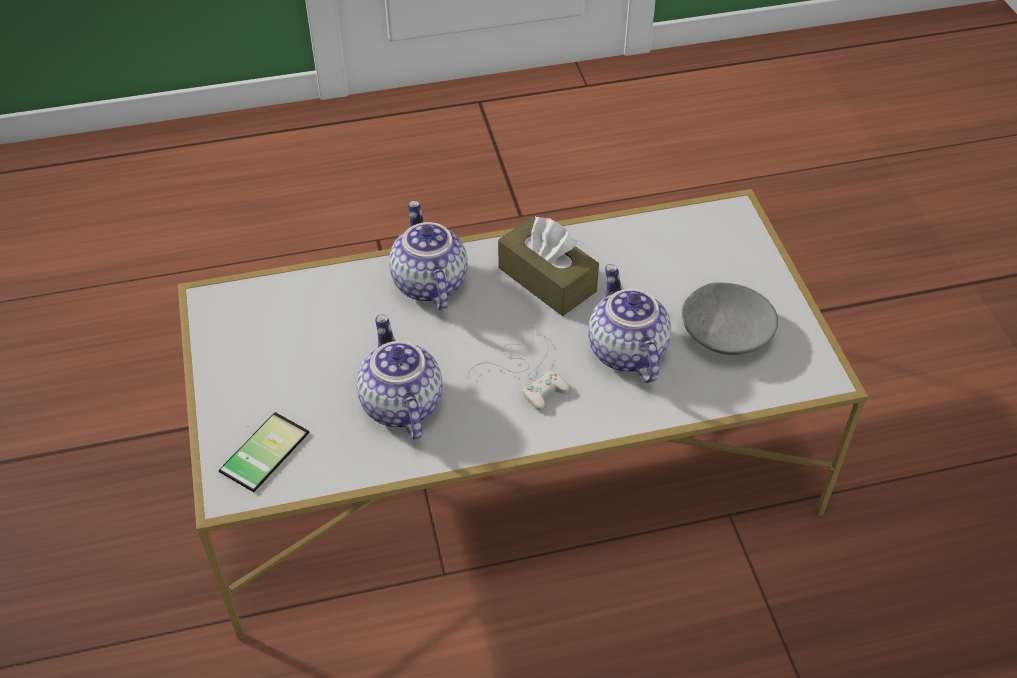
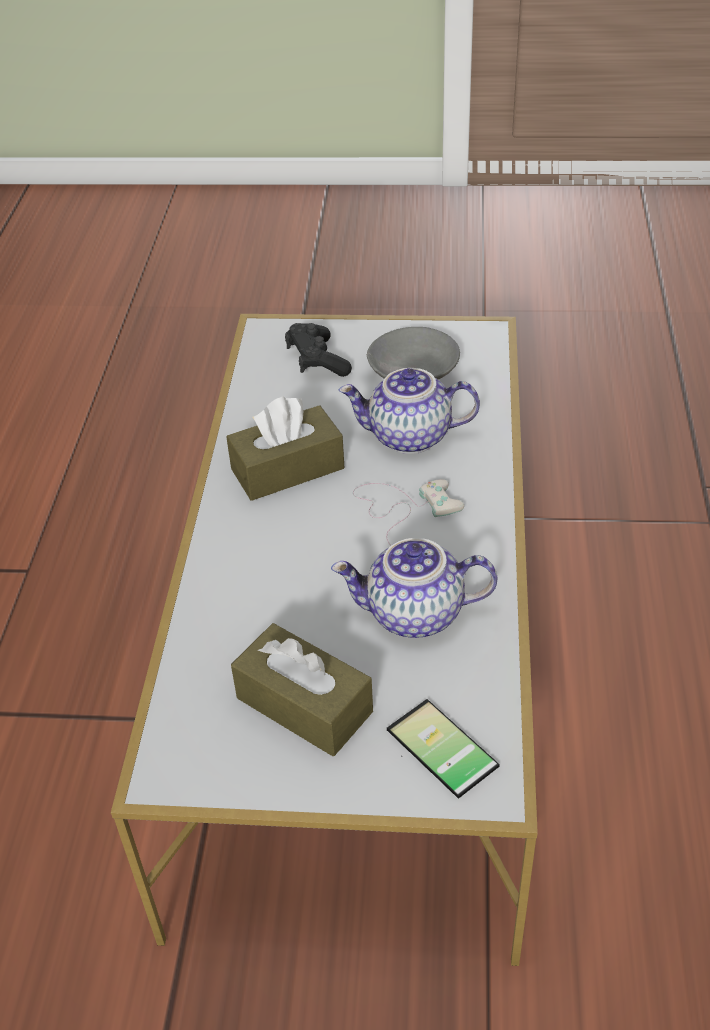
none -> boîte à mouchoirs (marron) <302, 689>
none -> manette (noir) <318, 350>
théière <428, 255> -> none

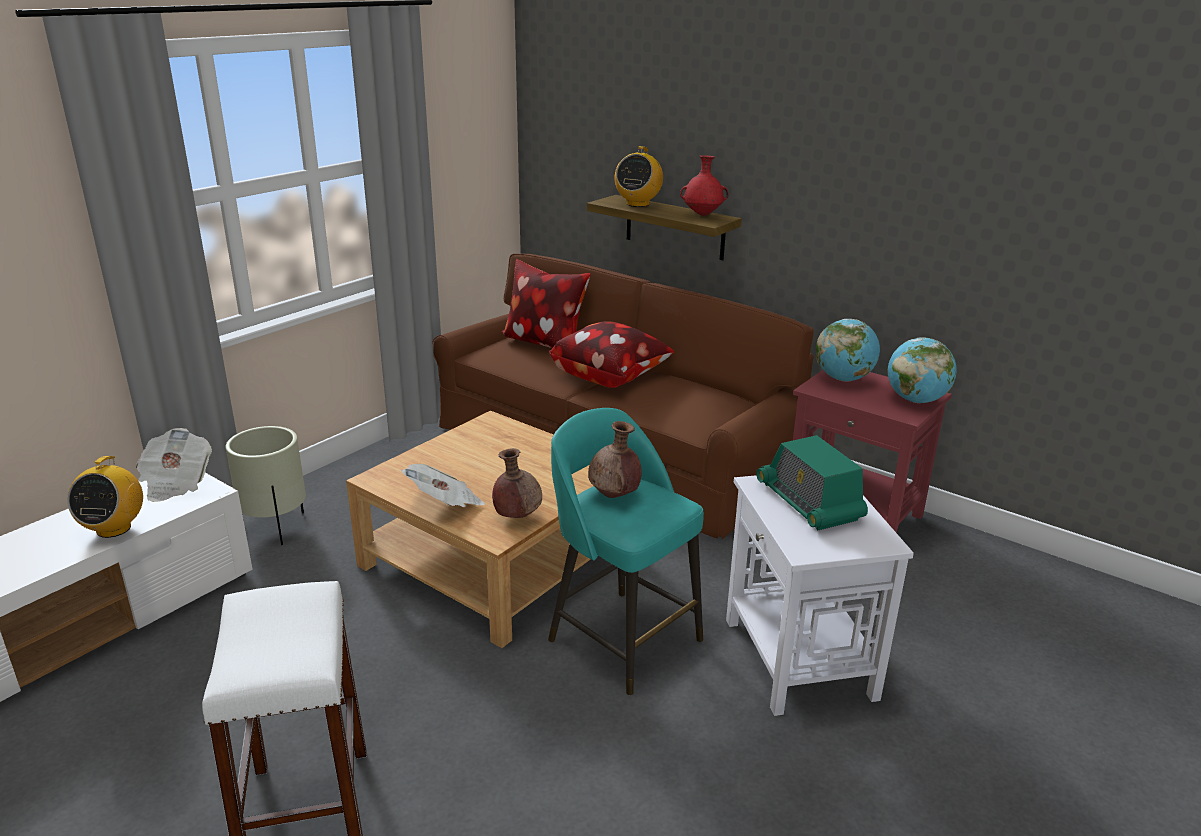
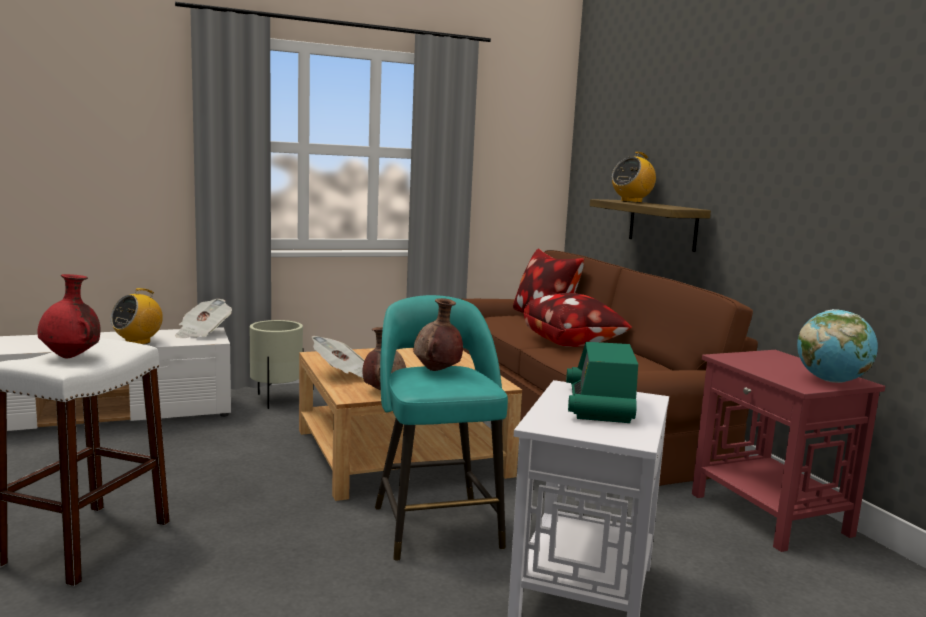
vase (rouge) <704, 185> -> vase (rouge) <69, 316>, move
globe <848, 350> -> none

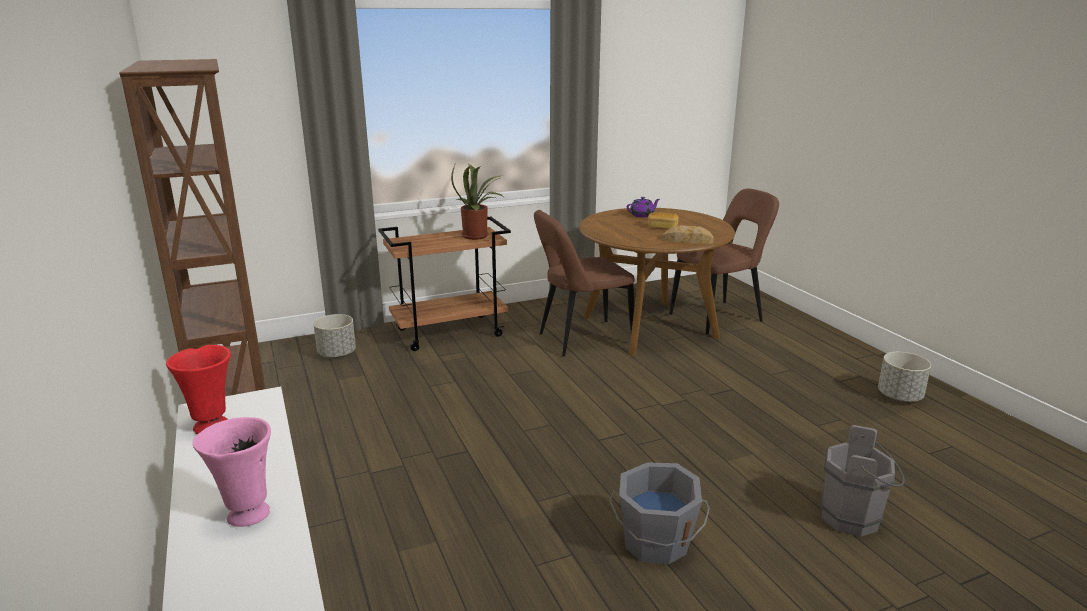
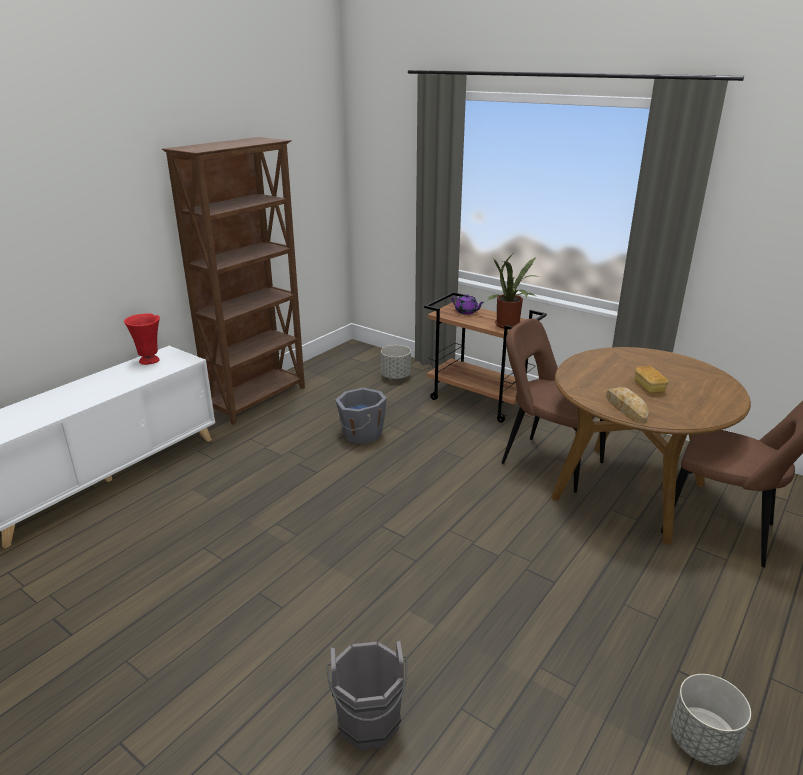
seau (gris) <659, 513> -> seau (gris) <361, 415>, move
théière (violet) <643, 207> -> théière (violet) <468, 304>, move
vase (rose) <232, 472> -> none

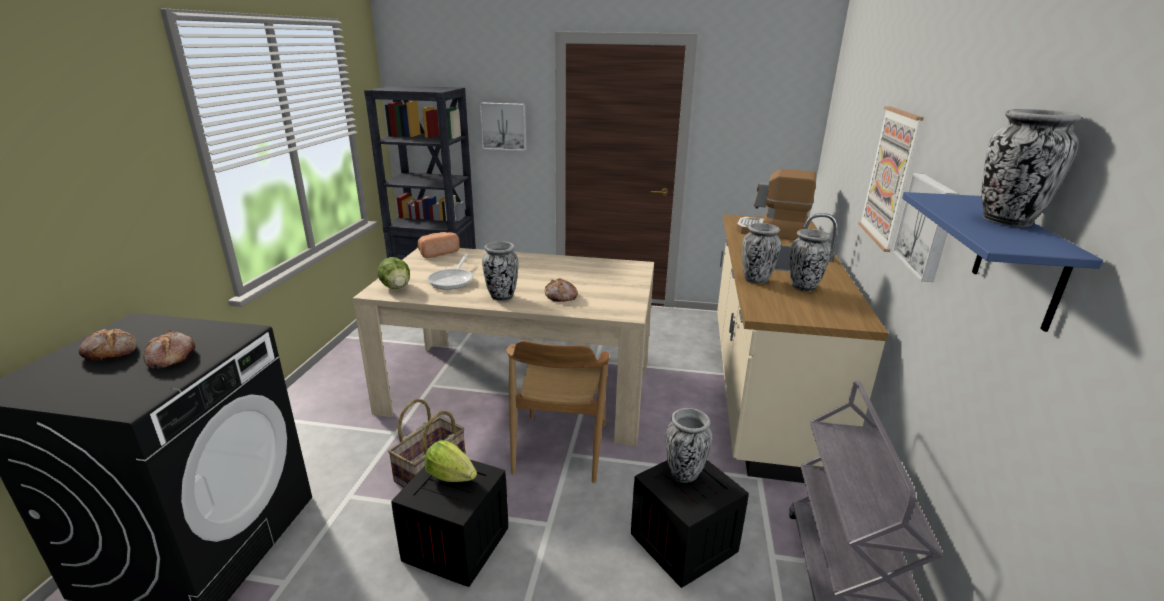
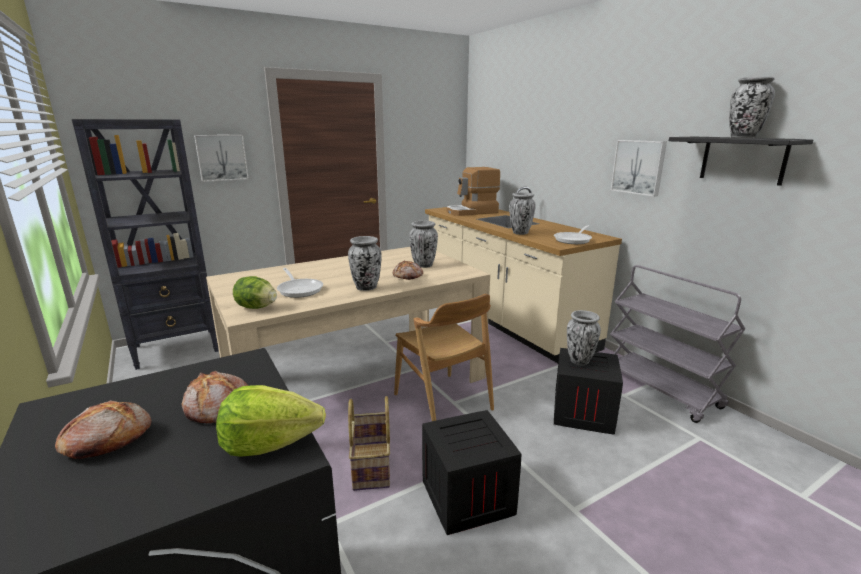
laitue <451, 461> -> laitue <271, 421>, move
vase <810, 260> -> vase <423, 244>, move
none -> poêle <573, 234>
étagère (bleu) <1002, 262> -> étagère (noir) <741, 161>
pain <438, 245> -> none
tableau <891, 179> -> none

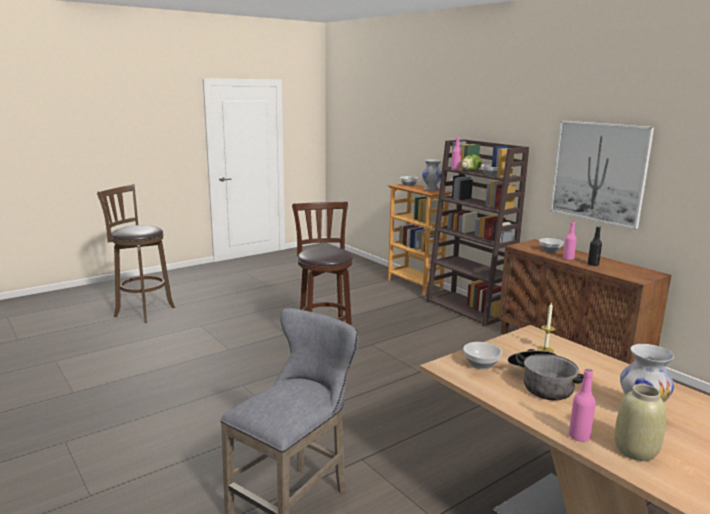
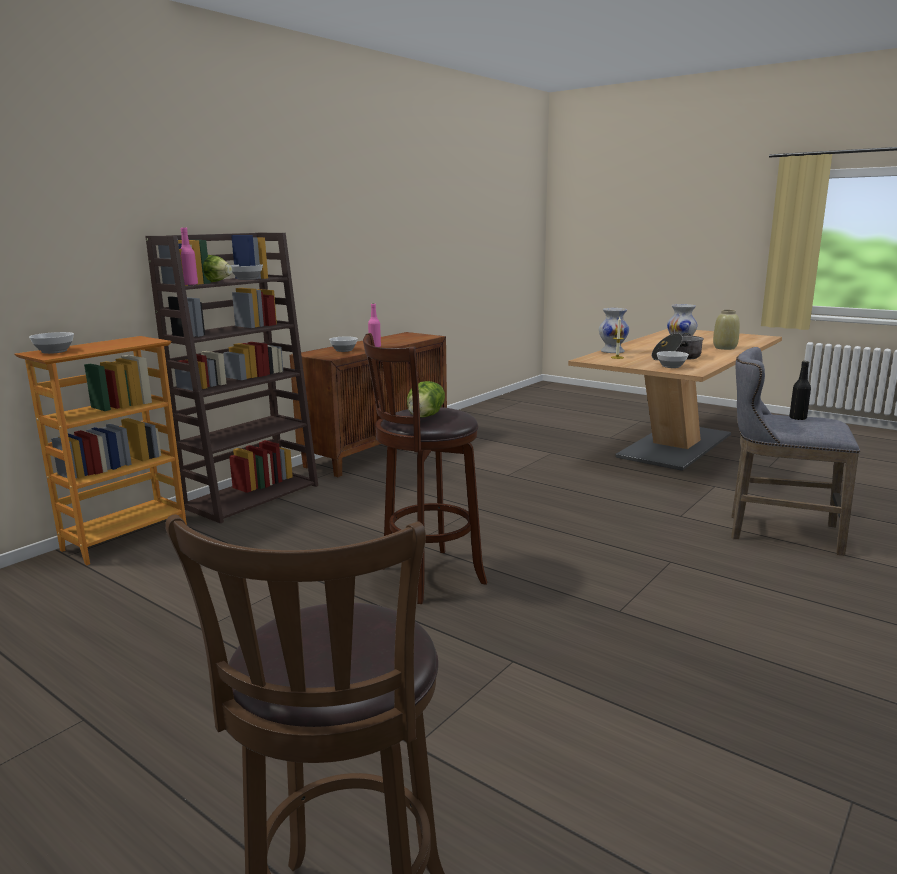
none -> laitue <426, 399>
vase (blanc) <432, 175> -> vase (blanc) <614, 330>, move
bouteille (noir) <595, 246> -> bouteille (noir) <800, 390>, move
tableau <602, 175> -> none
bouteille (rose) <582, 405> -> none

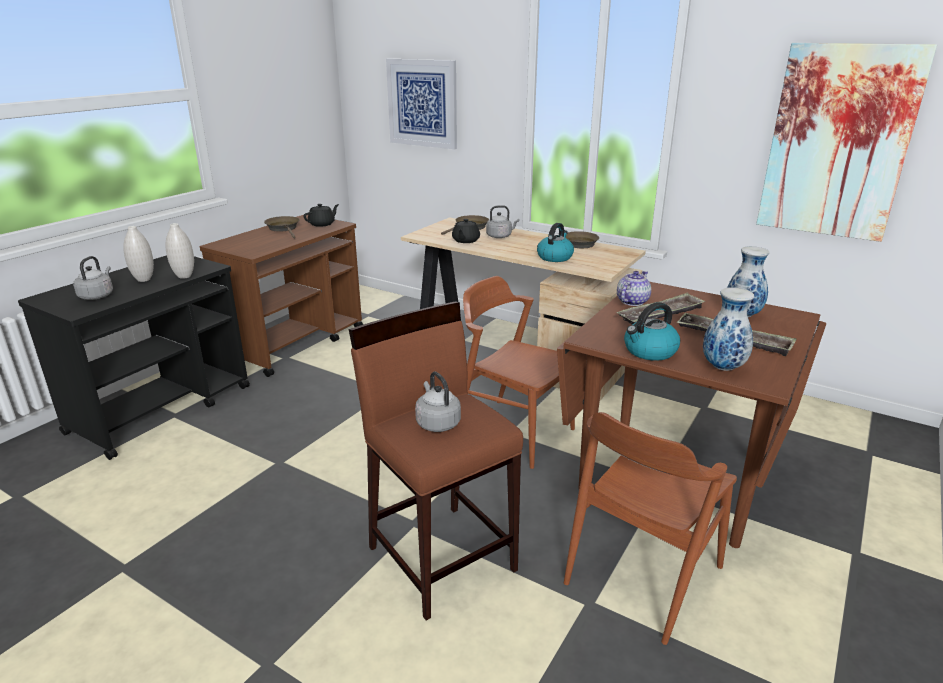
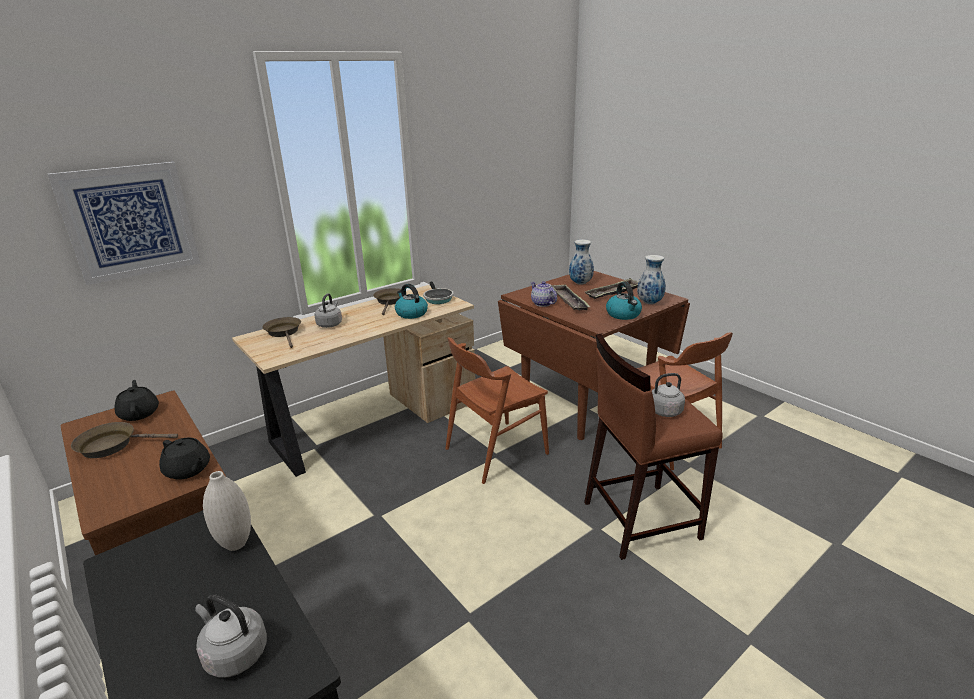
théière (noir) <466, 231> -> théière (noir) <184, 458>, move
none -> poêle <438, 293>
vase (blanc) <138, 254> -> none
tableau <846, 142> -> none

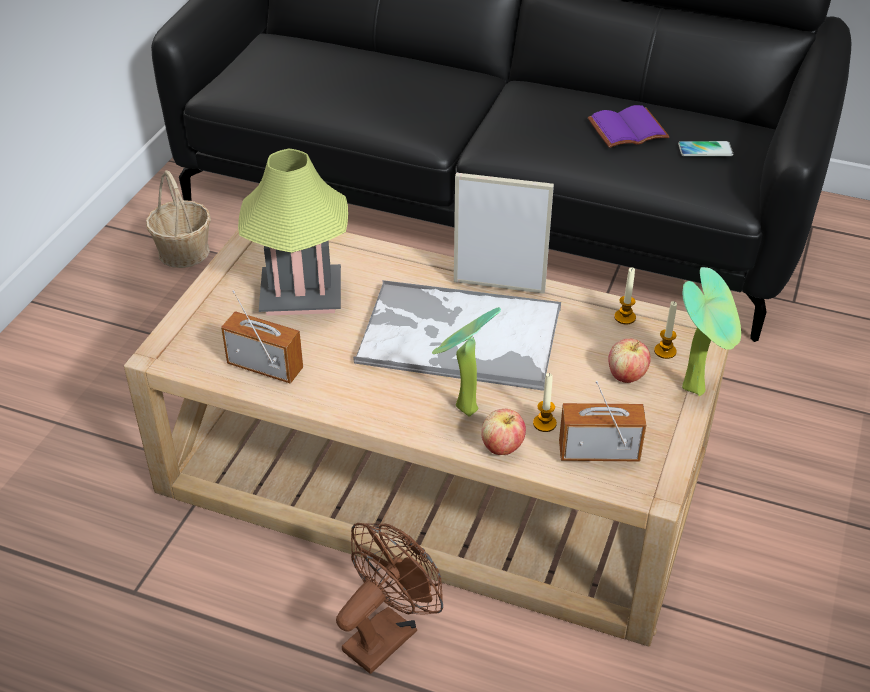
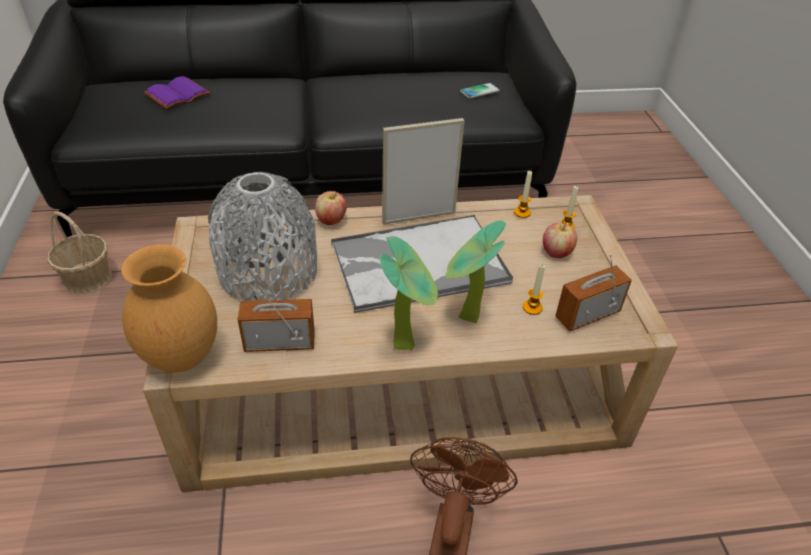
none -> vase (marron) <169, 308>
livre (violet) <629, 126> -> livre (violet) <177, 92>, move
lampe de table <293, 232> -> vase (gris) <262, 236>
pomme <503, 432> -> pomme <331, 208>, move
plante en pot <711, 331> -> plante en pot <409, 293>, move

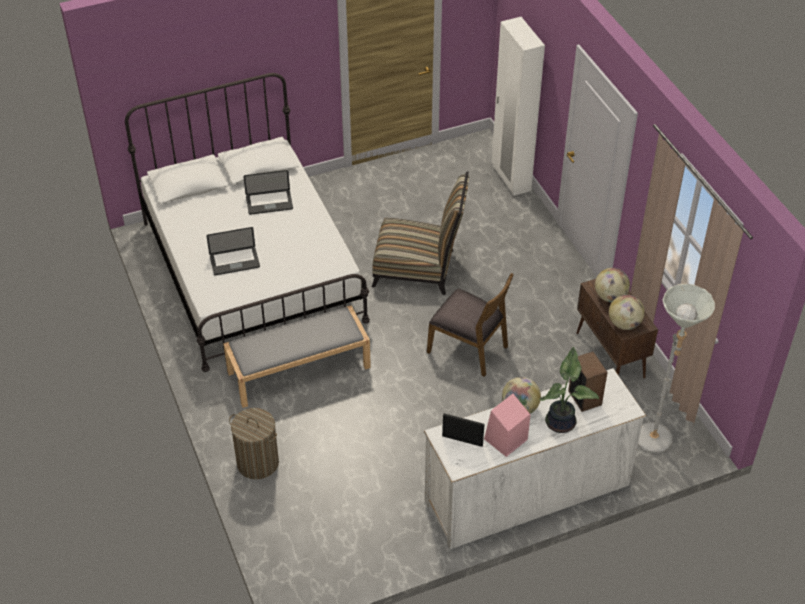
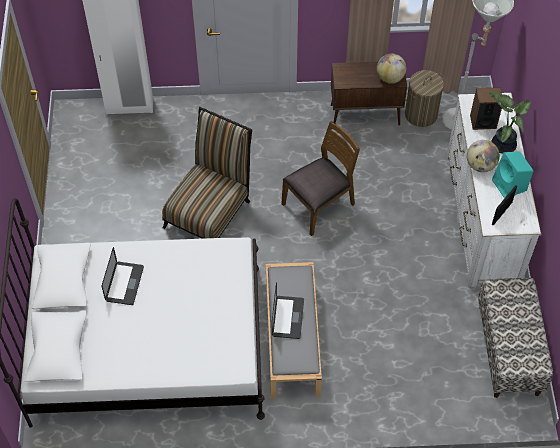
ordinateur portable <233, 251> -> ordinateur portable <288, 310>, move
panier à linge <254, 443> -> panier à linge <424, 98>, move
none -> banc <515, 338>
enceinte (rose) <507, 425> -> enceinte (turquoise) <512, 175>
globe <612, 285> -> none

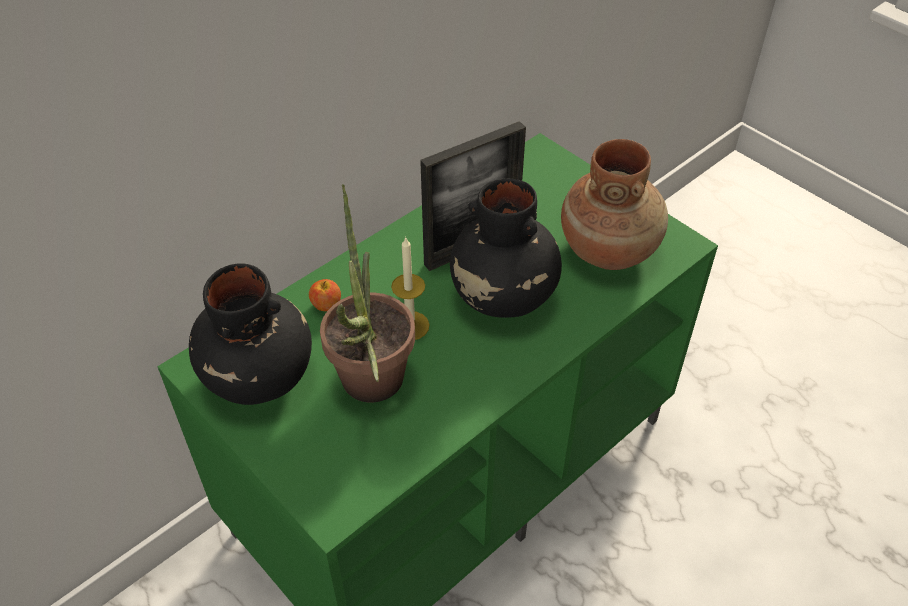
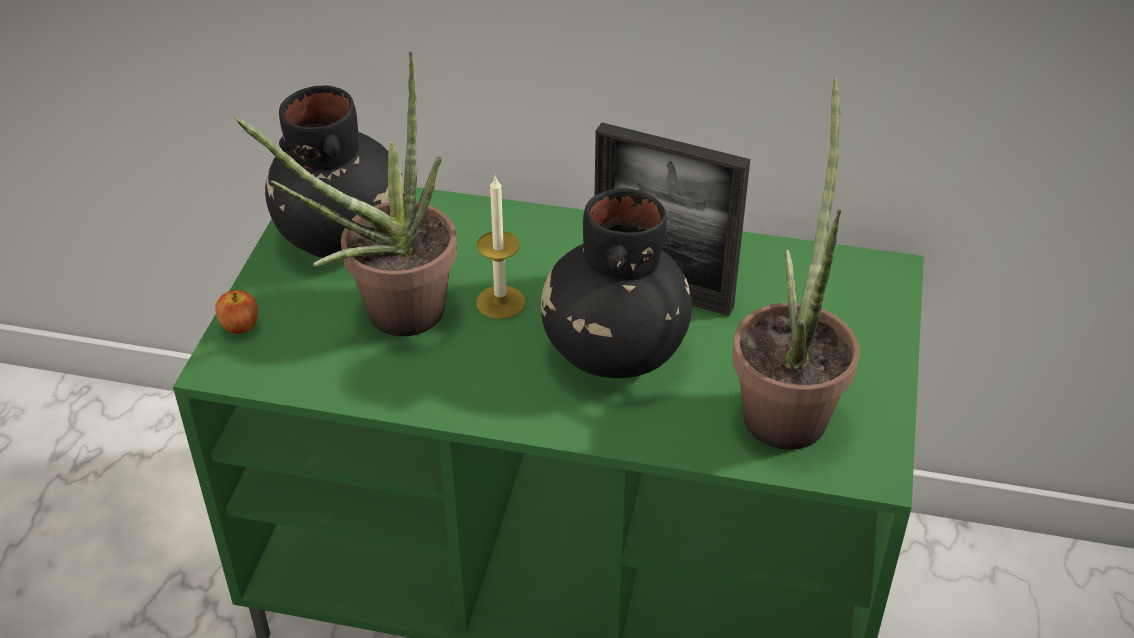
pomme <325, 295> -> pomme <236, 312>, move
vase (marron) <614, 204> -> plante en pot <796, 263>

